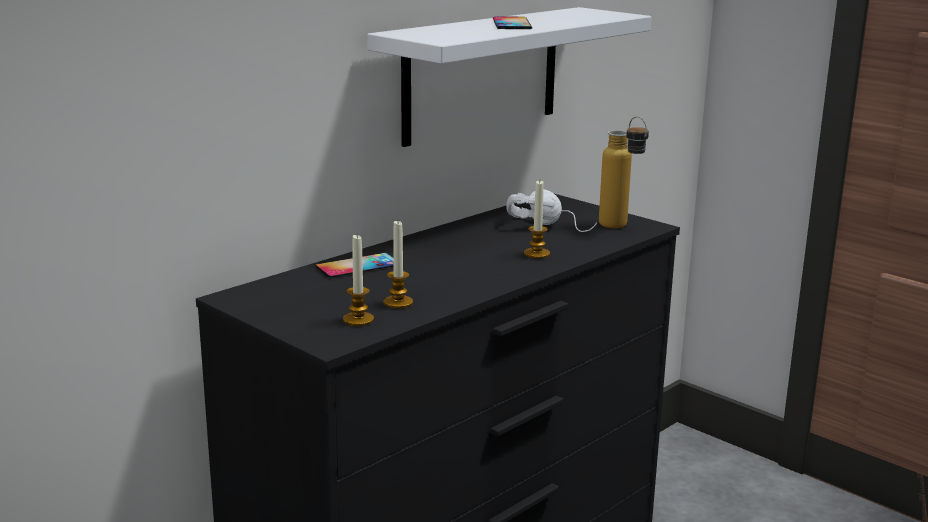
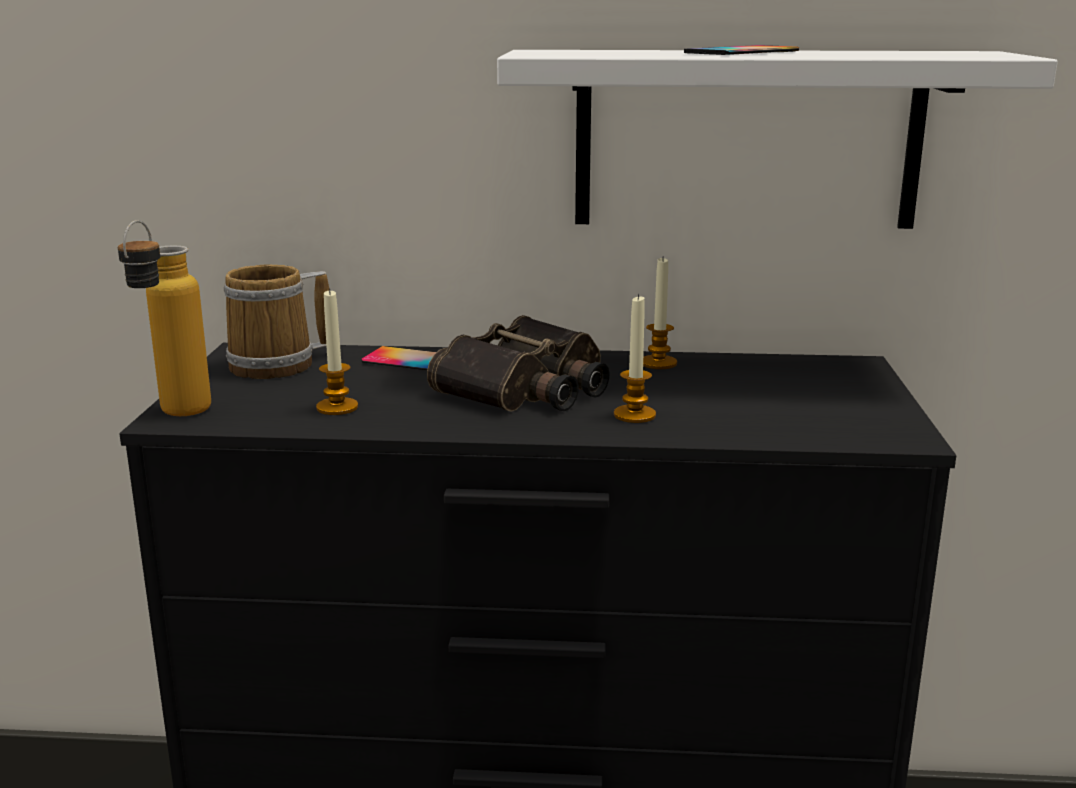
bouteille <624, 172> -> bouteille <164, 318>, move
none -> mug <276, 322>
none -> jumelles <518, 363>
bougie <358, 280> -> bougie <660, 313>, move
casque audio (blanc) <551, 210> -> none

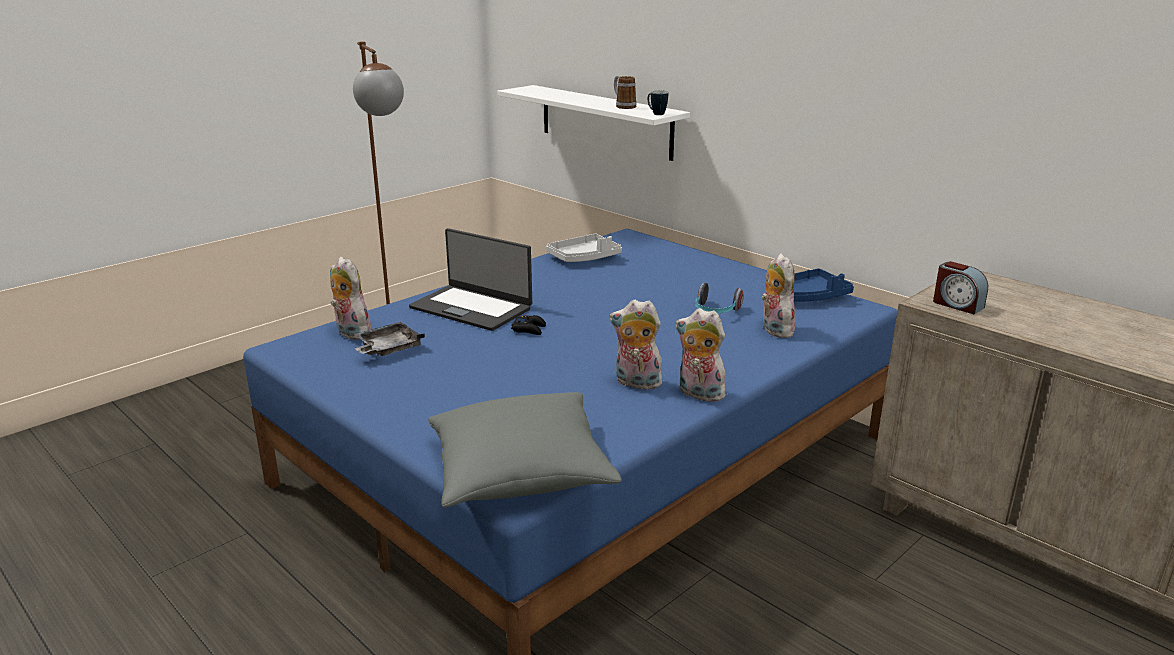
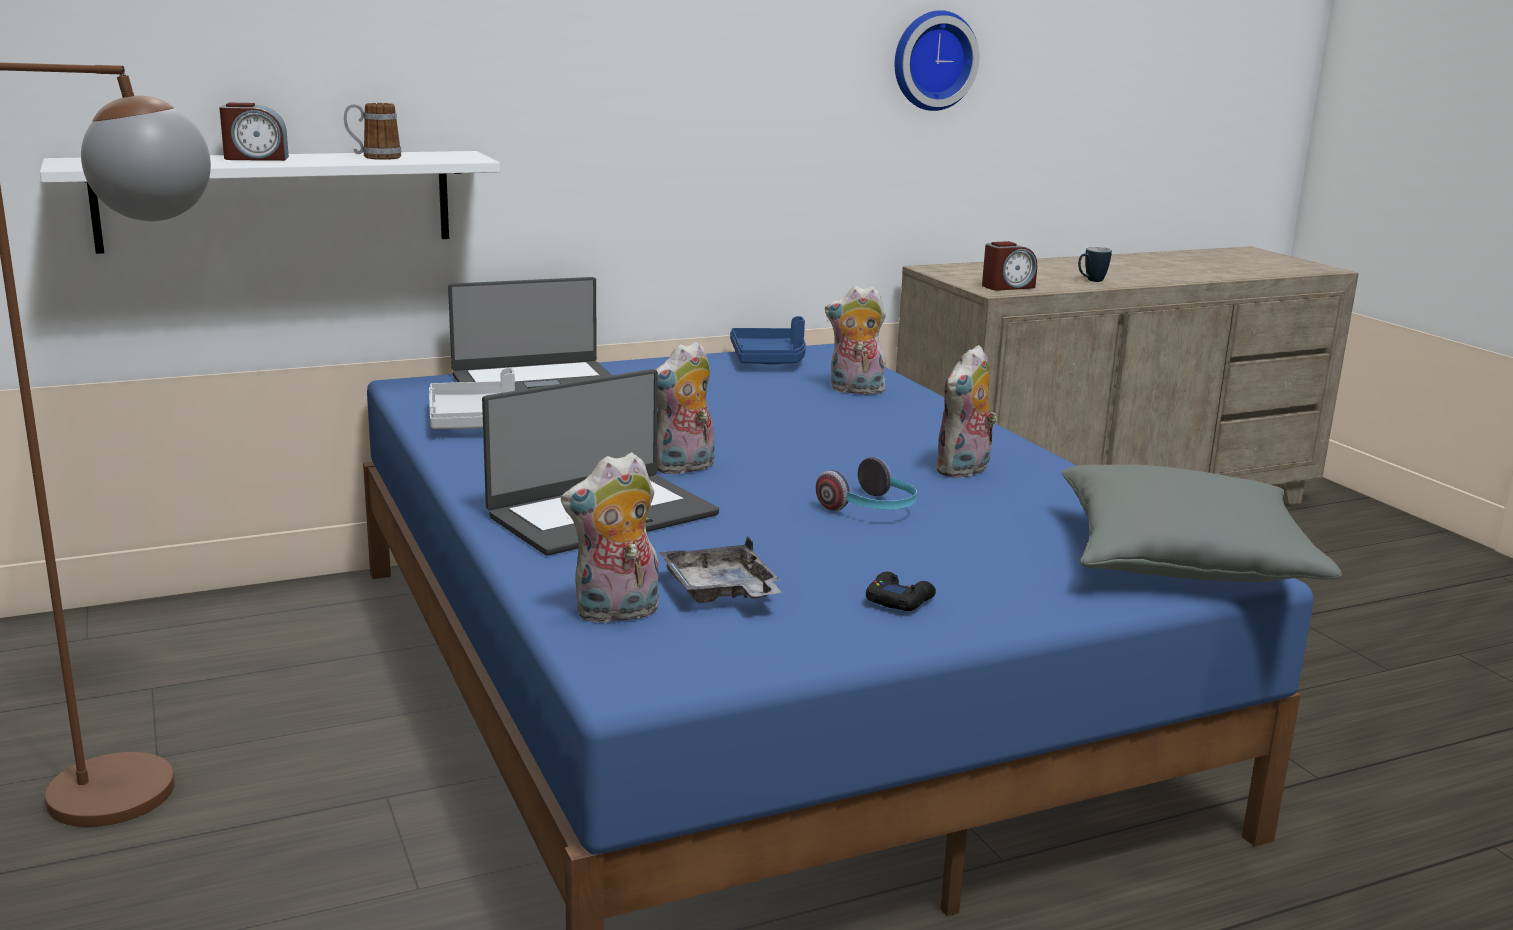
none -> réveil <254, 132>
none -> ordinateur portable <529, 334>
peluche <703, 355> -> peluche <685, 407>, move
casque audio <719, 298> -> casque audio <866, 484>, move
manette (noir) <528, 325> -> manette (noir) <901, 591>, move
none -> horloge murale <937, 60>
mug <657, 102> -> mug <1095, 264>, move

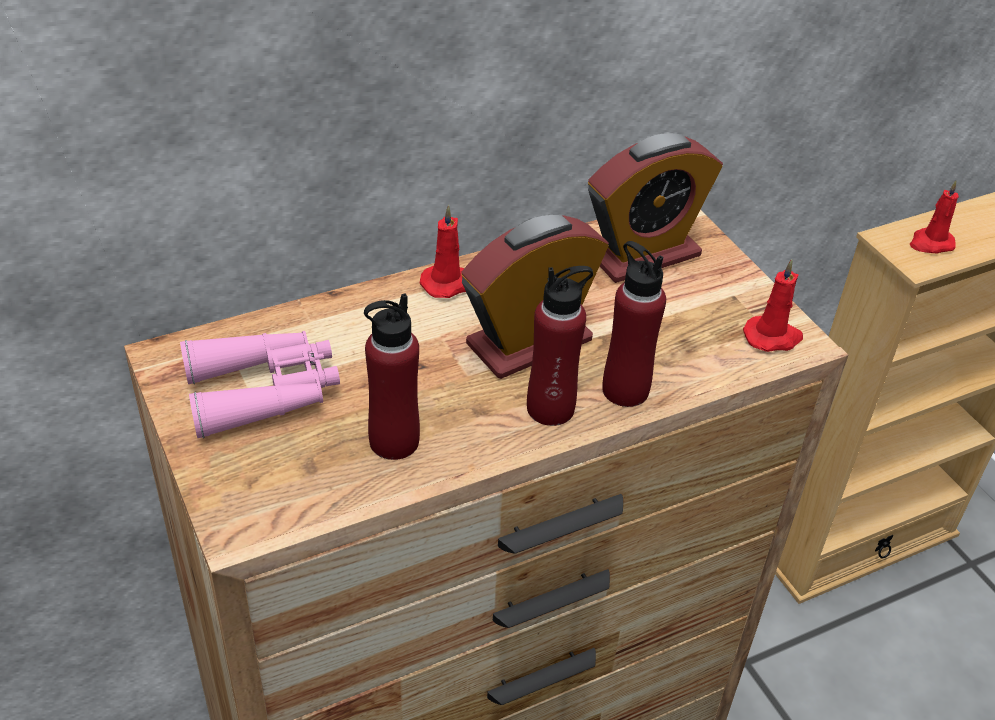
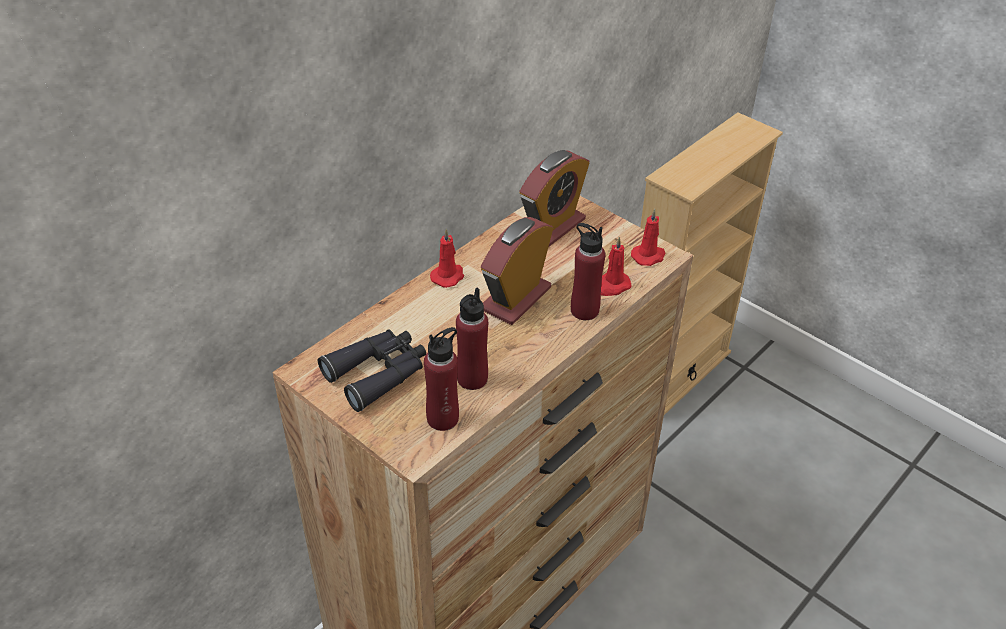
jumelles (rose) <260, 384> -> jumelles (noir) <372, 370>
bouteille (rouge) <560, 346> -> bouteille (rouge) <441, 379>, move
bougie (rouge) <934, 216> -> bougie (rouge) <616, 266>, move

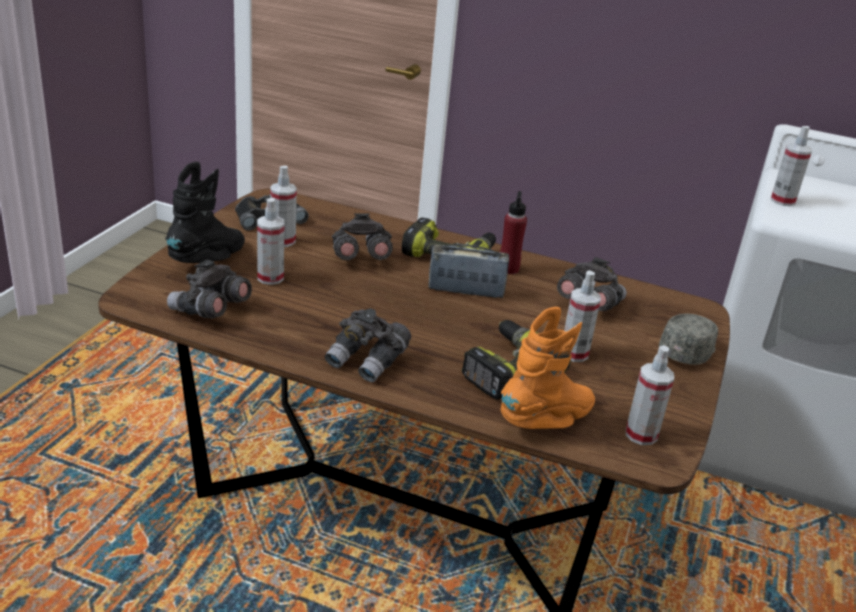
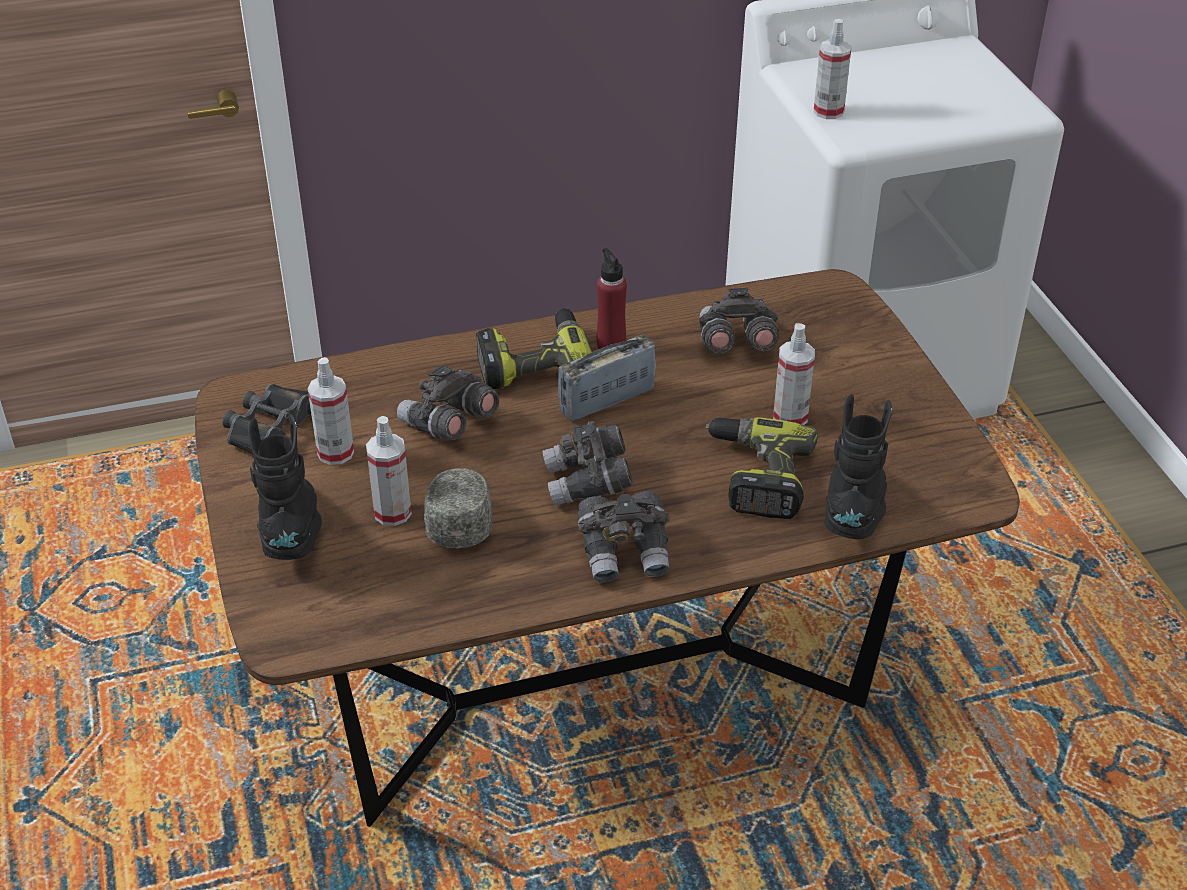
casquette (gris) <688, 339> -> casquette (gris) <458, 508>, move
jumelles (gris) <209, 289> -> jumelles (gris) <587, 463>, move
botte (orange) <548, 368> -> botte (noir) <858, 466>
vaporisateur <650, 395> -> none

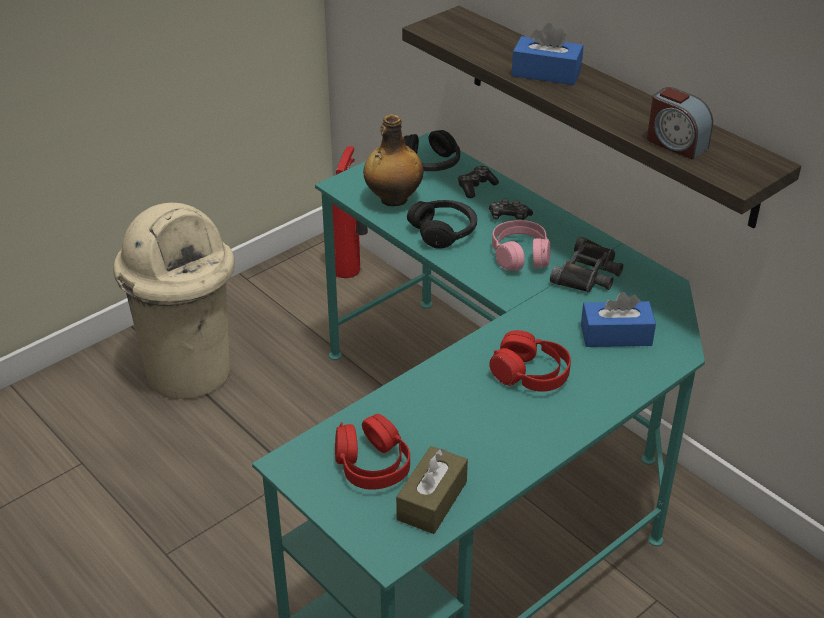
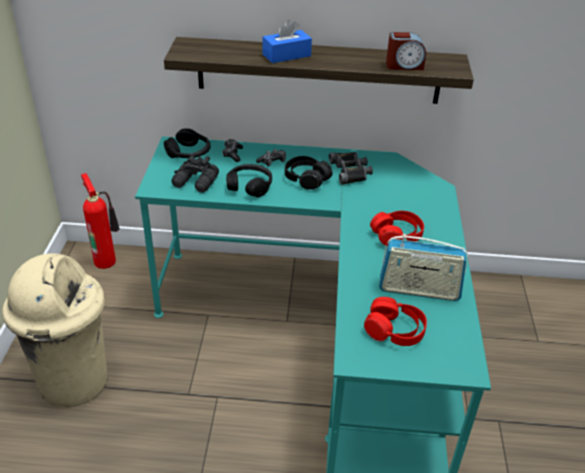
bouteille <393, 160> -> jumelles (noir) <195, 174>
casque audio (rose) <521, 245> -> casque audio (noir) <309, 173>
none -> radio <423, 267>
boîte à mouchoirs (marron) <432, 490> -> none
boîte à mouchoirs (bleu) <618, 319> -> none

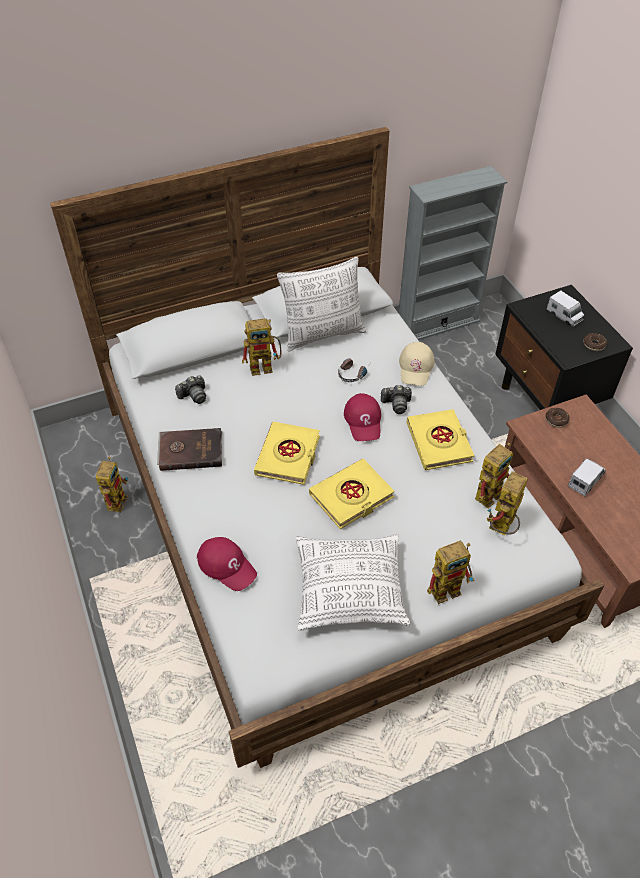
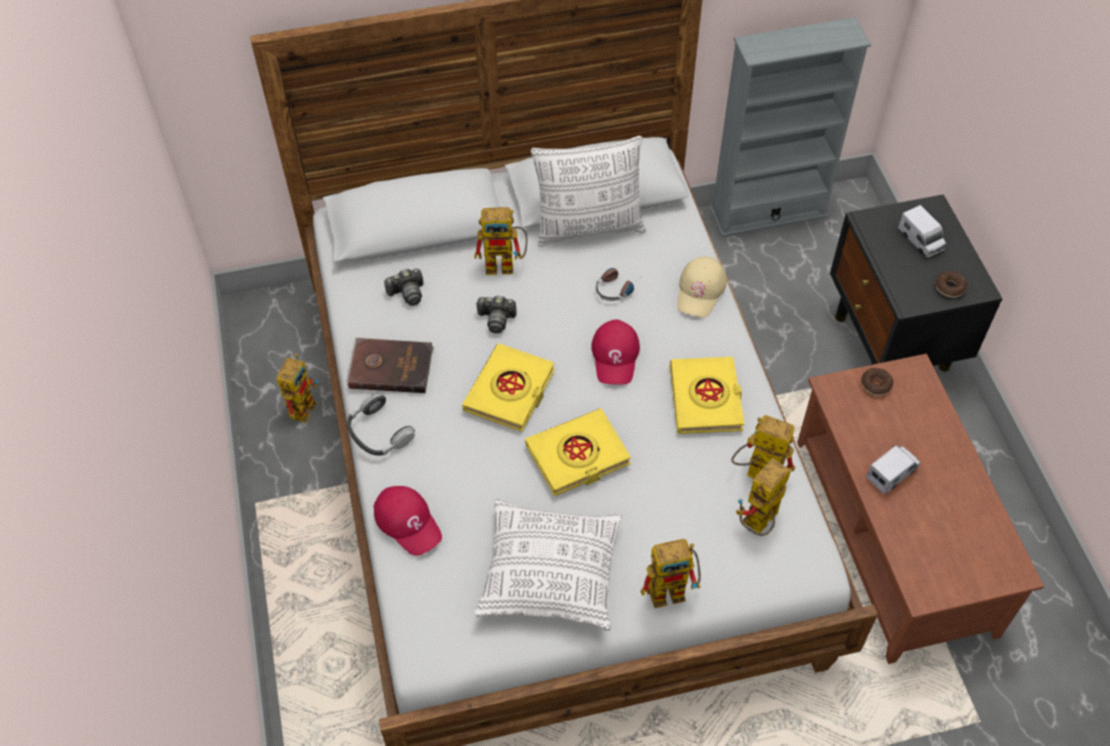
none -> casque audio <381, 425>
appareil photo <396, 399> -> appareil photo <496, 314>, move
robot jouet <494, 476> -> robot jouet <763, 446>, 120 degrees counterclockwise

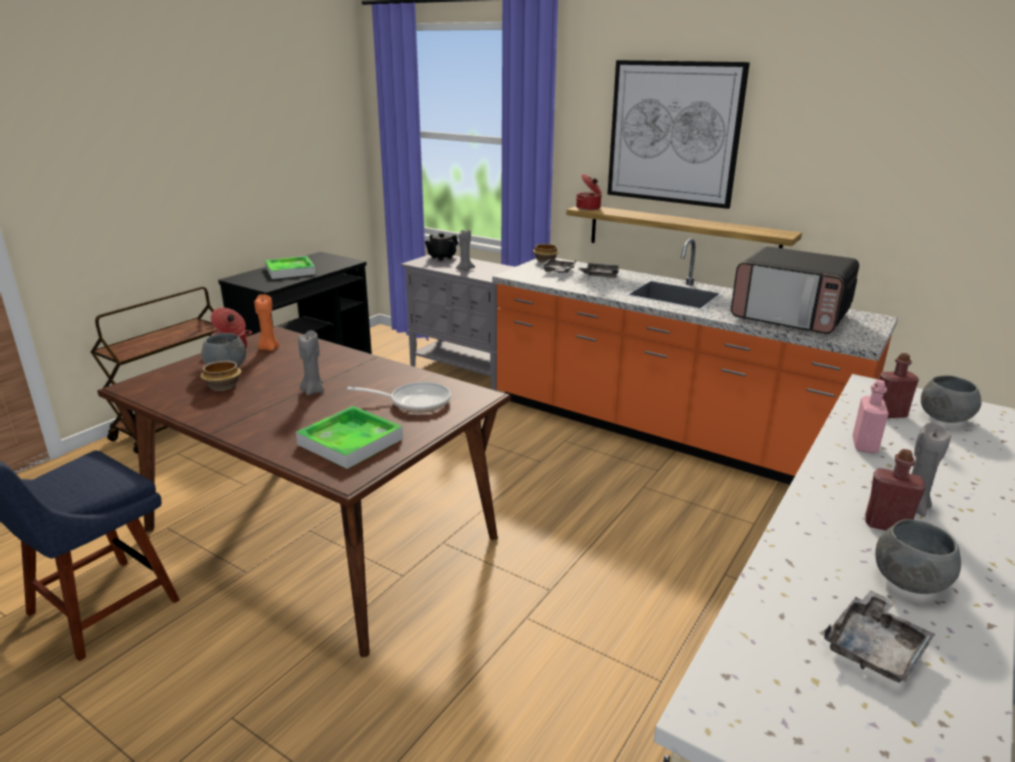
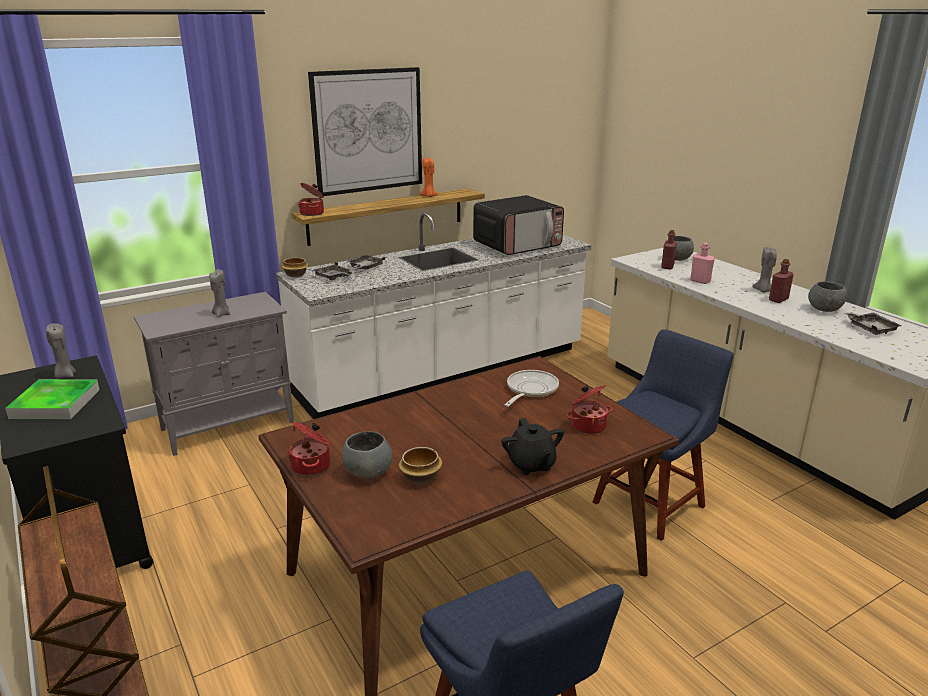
bougie (gris) <311, 363> -> bougie (gris) <61, 351>, move
comptoir de cuisine (orange) <695, 362> -> comptoir de cuisine (blanc) <434, 316>
bougie (orange) <266, 322> -> bougie (orange) <429, 177>, move
théière (noir) <441, 247> -> théière (noir) <532, 446>, move
plateau <349, 437> -> marmite <590, 409>
none -> chaise (bleu) <663, 435>

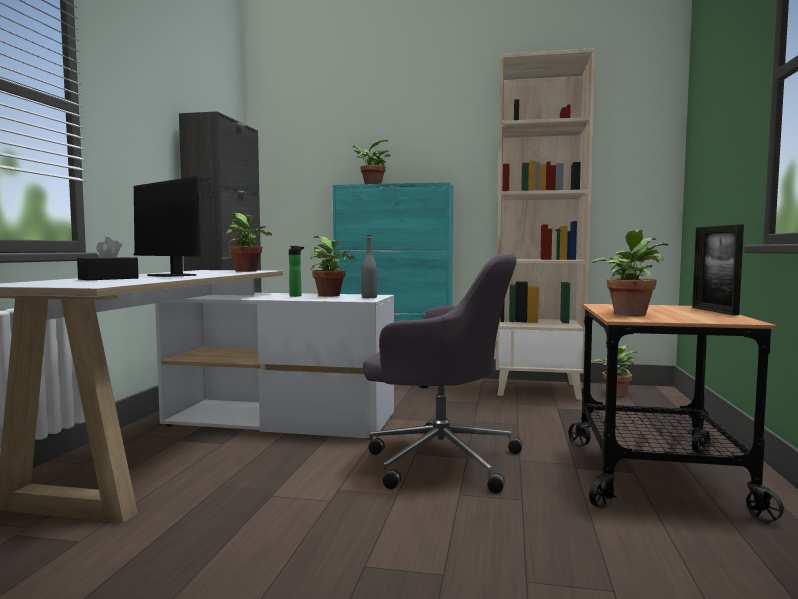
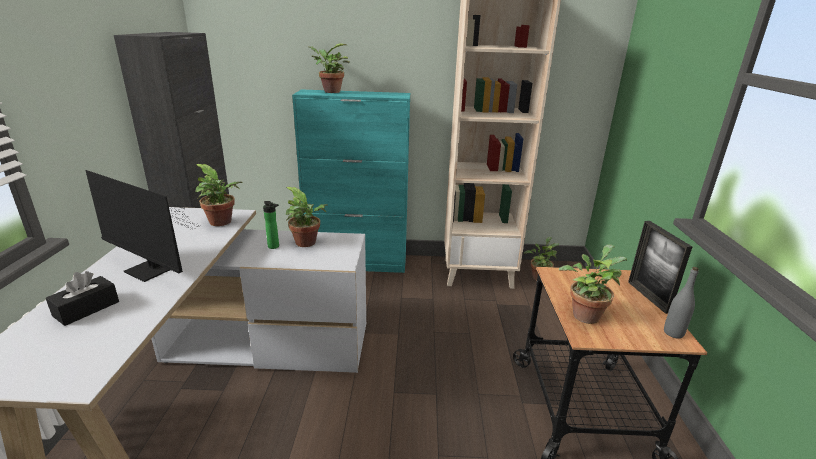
bouteille (gris) <369, 266> -> bouteille (gris) <681, 302>, move
chaise de bureau (gris) <443, 373> -> none

